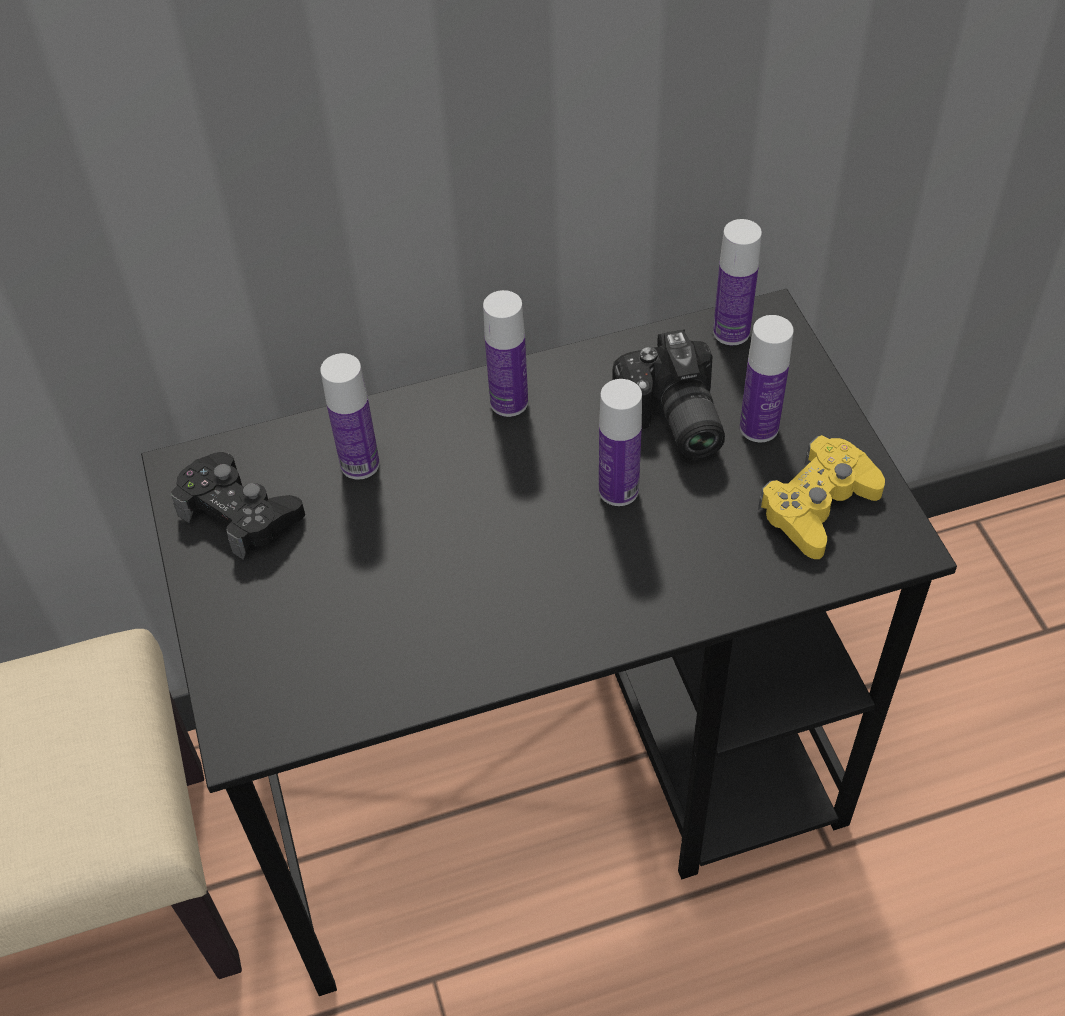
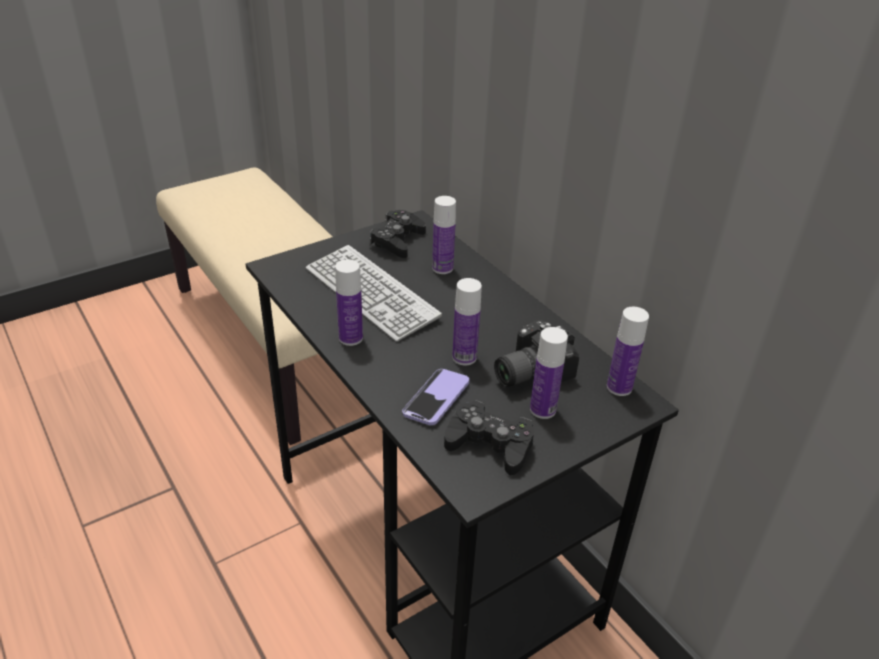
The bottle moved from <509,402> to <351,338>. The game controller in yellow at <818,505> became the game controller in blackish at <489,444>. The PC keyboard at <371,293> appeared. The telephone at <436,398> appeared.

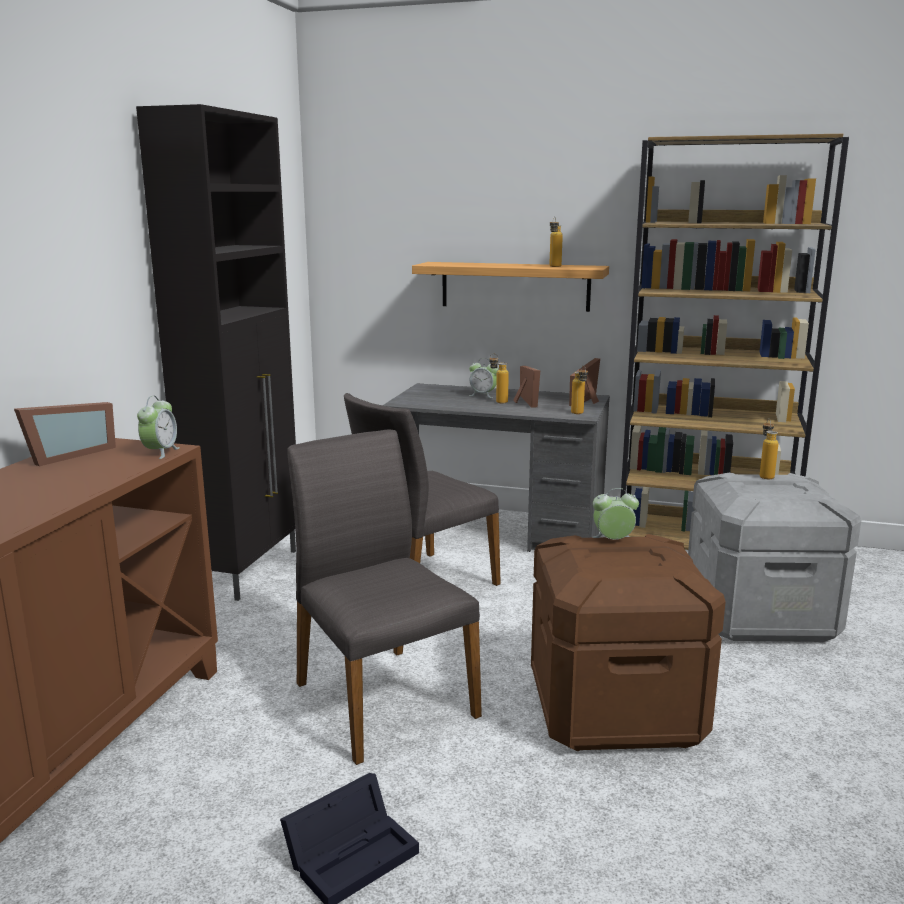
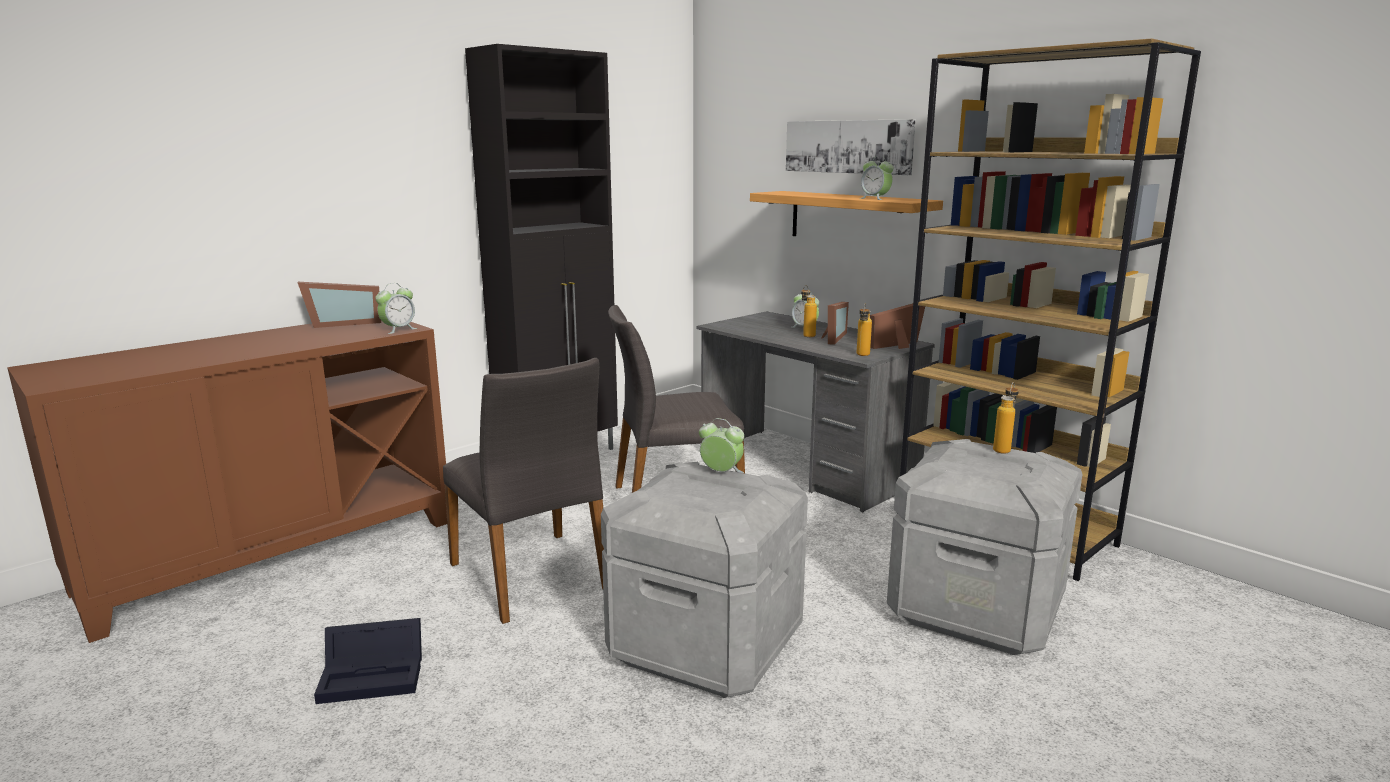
The upright chair in greyish at <381,699> turned 150 degrees clockwise. The storage bin in brown-coloured at <614,710> became the storage bin in greyish at <704,645>. The bottle at <554,267> was replaced by the alarm clock at <875,199>. The wall art at <848,146> appeared.

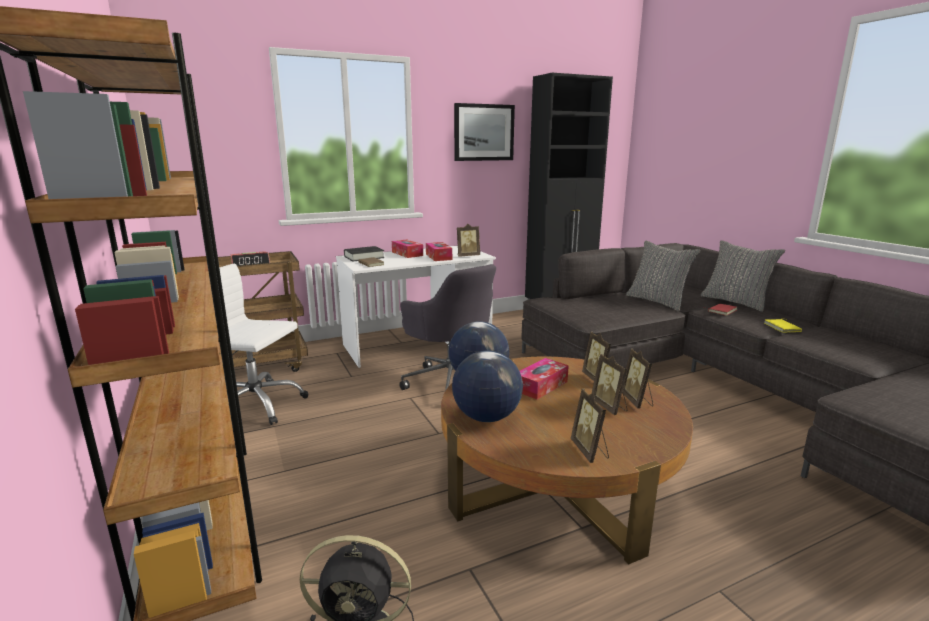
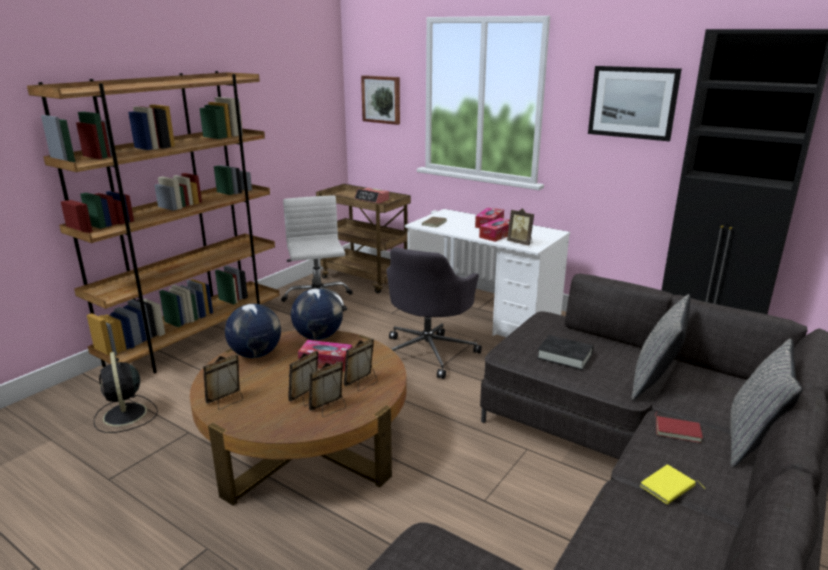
The book in blackish moved from <364,257> to <564,356>. The wall art at <381,99> appeared.

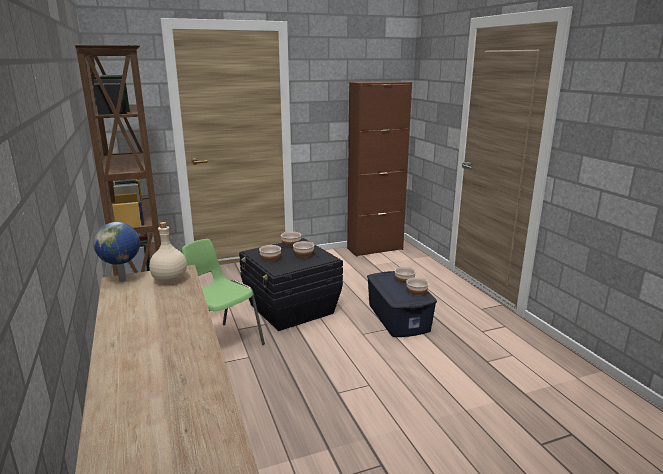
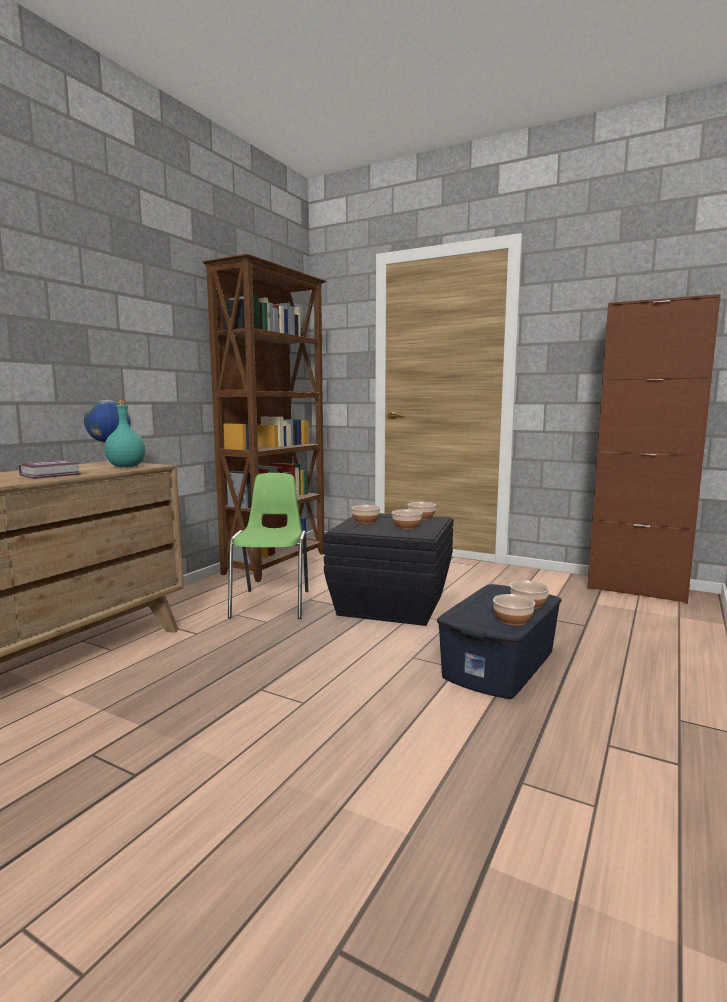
The bottle in beige-coloured at <169,280> became the bottle in turquoise at <126,466>. The book at <52,474> appeared.

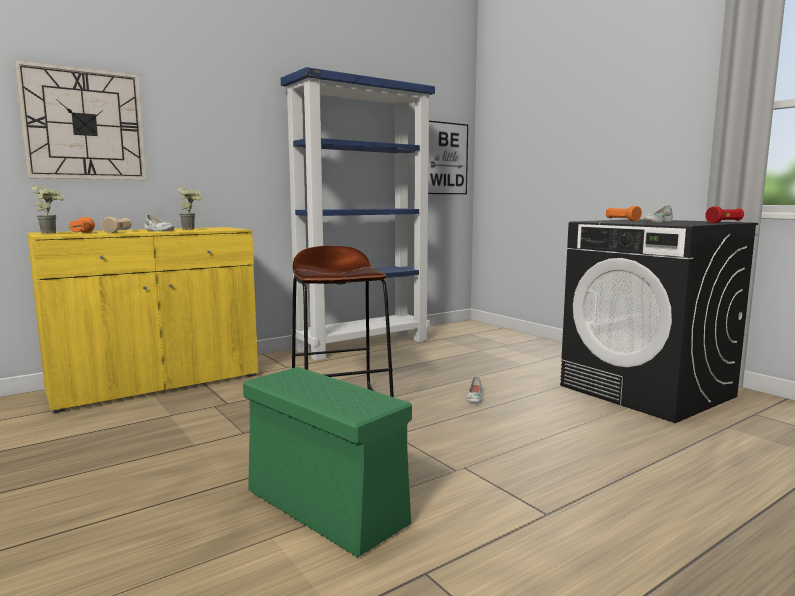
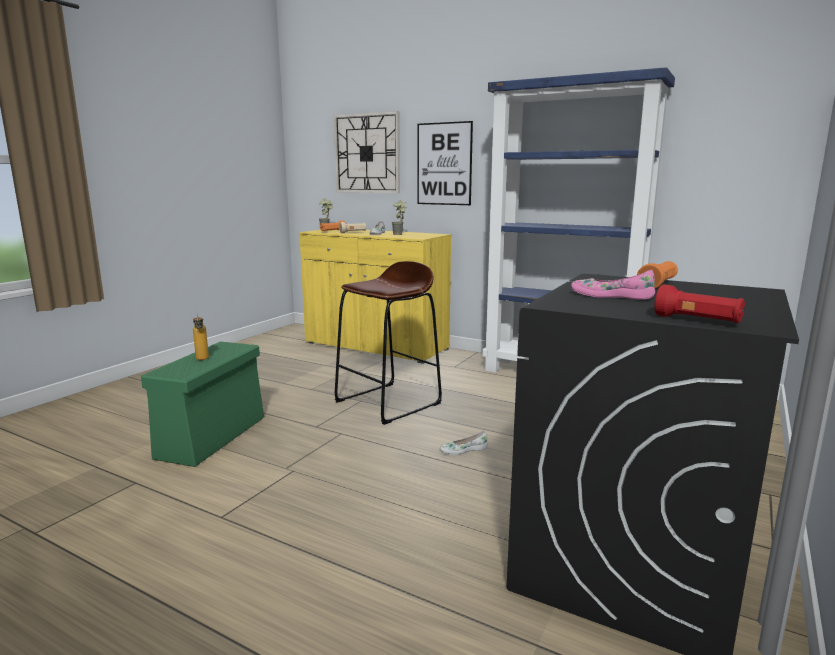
The wall art moved from <446,158> to <444,164>. The shoe in whitish at <656,222> became the shoe in pink-coloured at <611,296>. The bottle at <202,360> appeared.

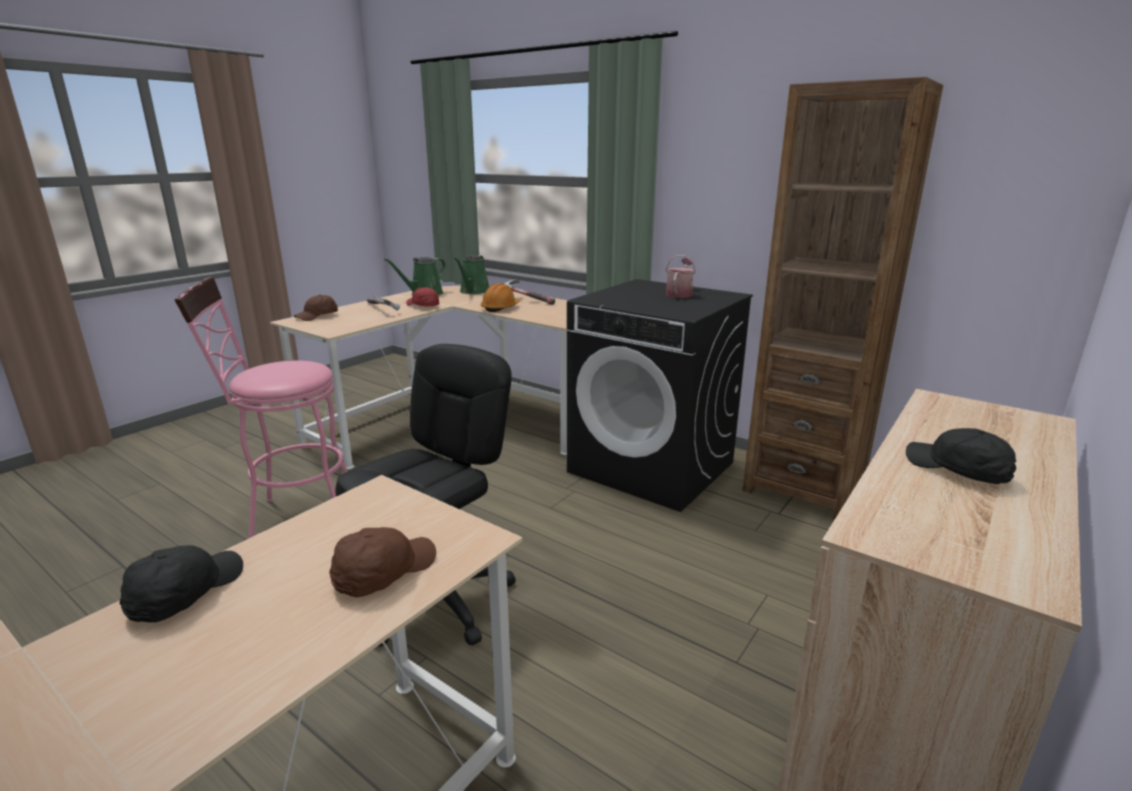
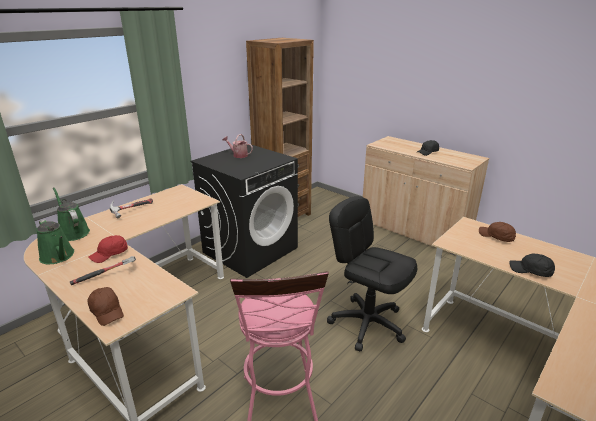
The sprinkling can in green-coloured at <473,291> turned 150 degrees counterclockwise. The hard hat in orange at <500,308> disappeared.

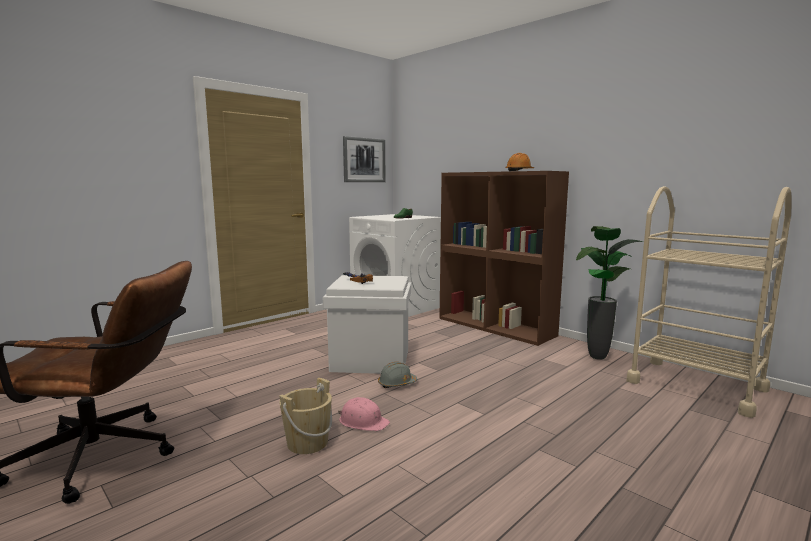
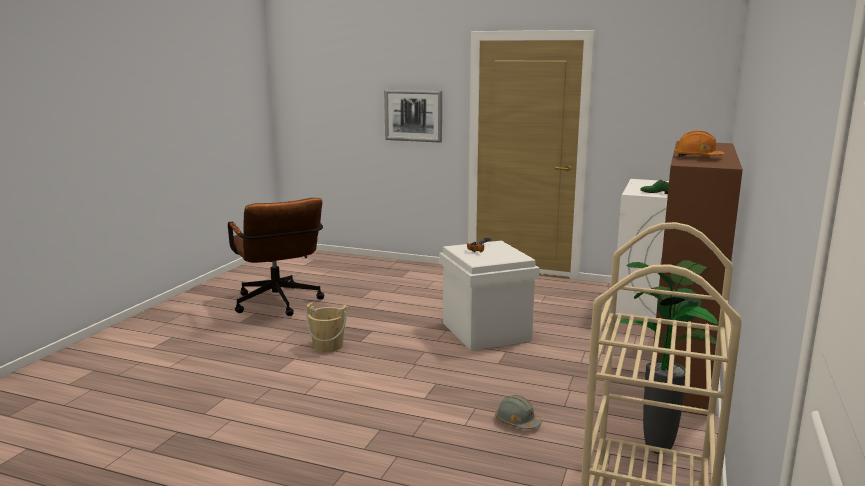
The hard hat in pink-coloured at <363,421> disappeared. The wall art moved from <364,160> to <413,115>. The hard hat in greyish moved from <397,384> to <517,422>.

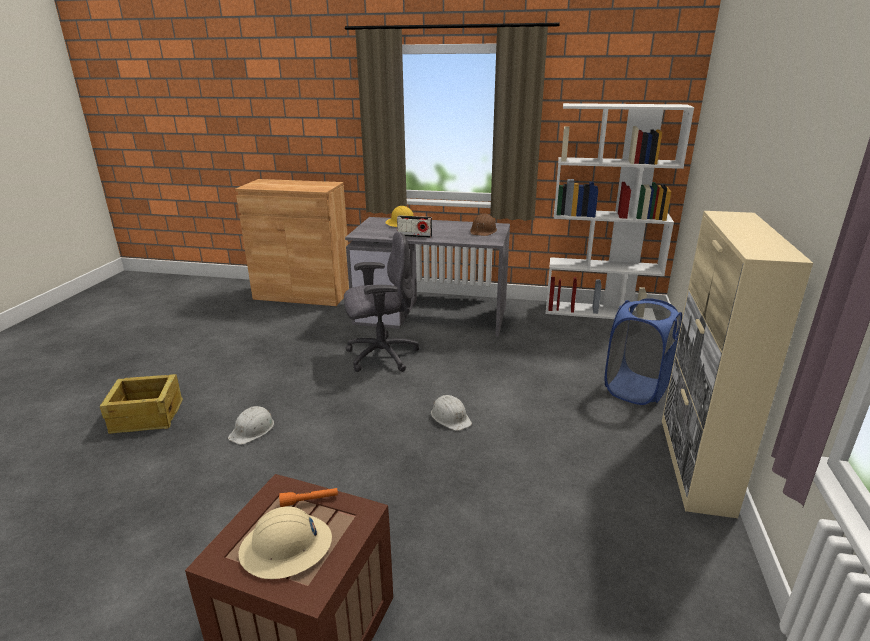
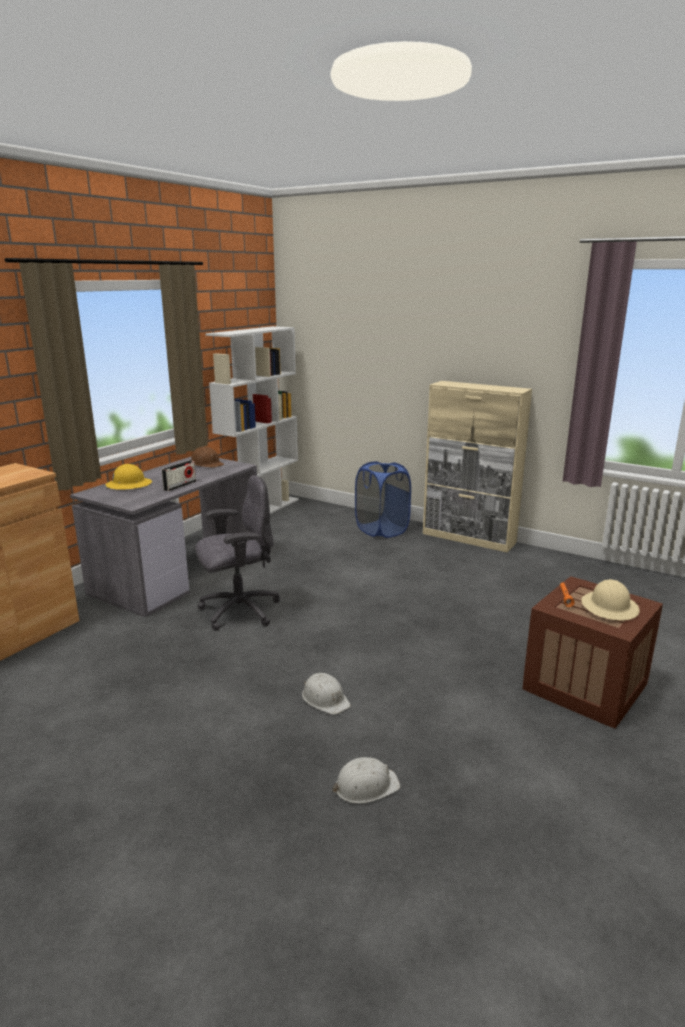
The packing crate at <146,416> disappeared. The desk chair in greyish at <380,356> turned 60 degrees clockwise. The hard hat in whitish moved from <450,417> to <365,786>.

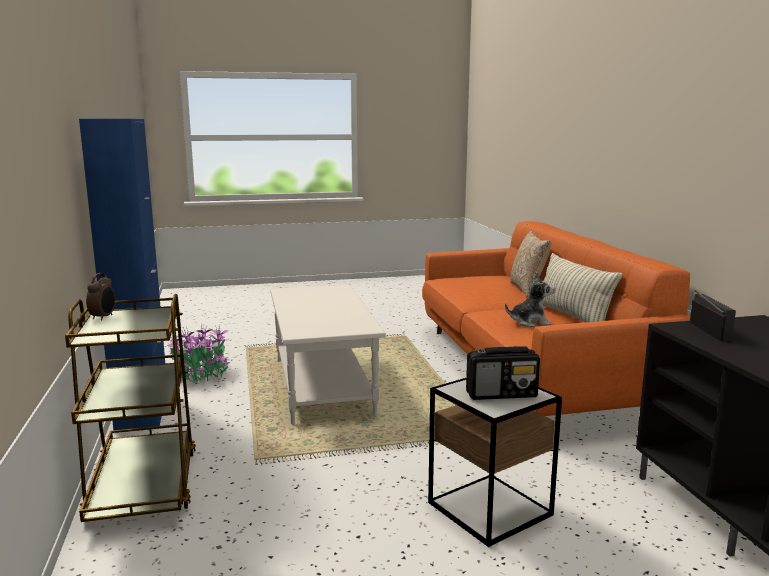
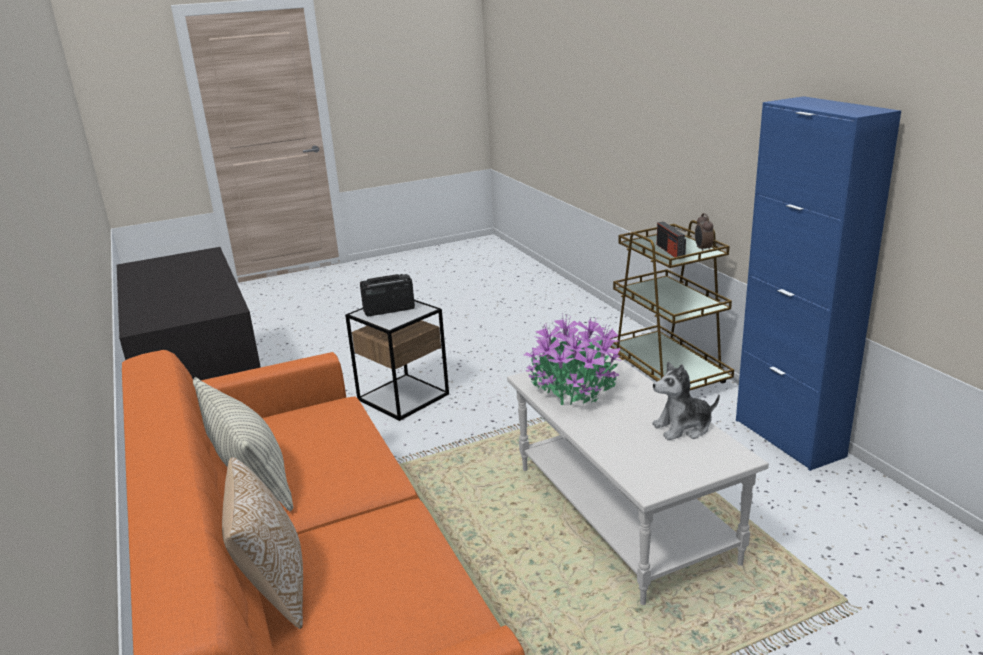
The houseplant moved from <201,374> to <573,389>. The plush toy moved from <530,322> to <683,427>. The radio receiver moved from <709,331> to <670,251>.

